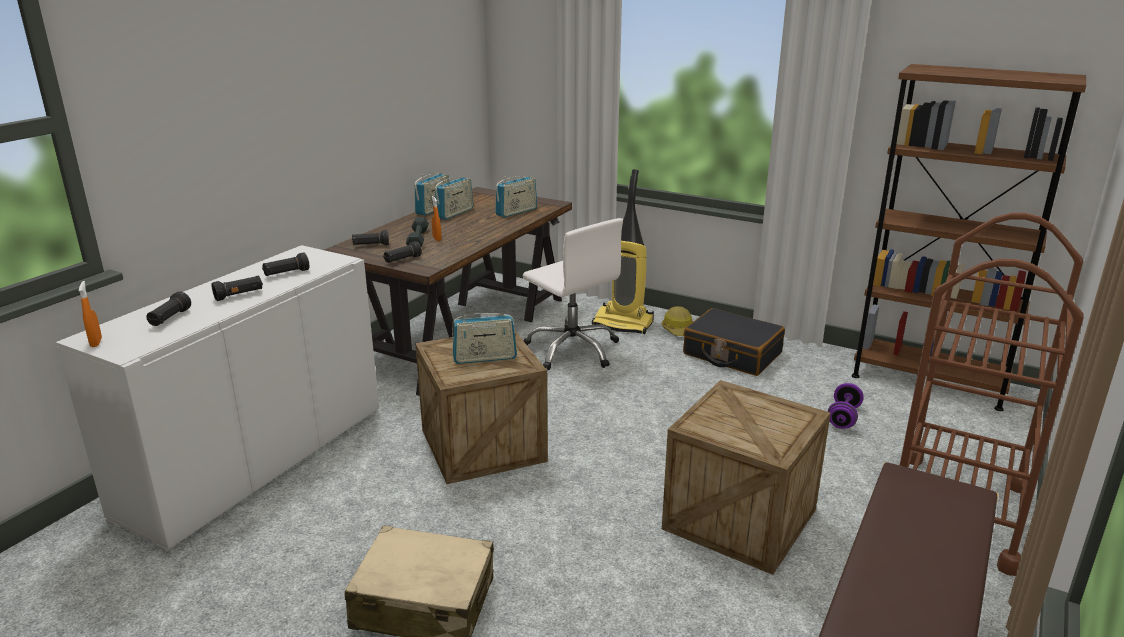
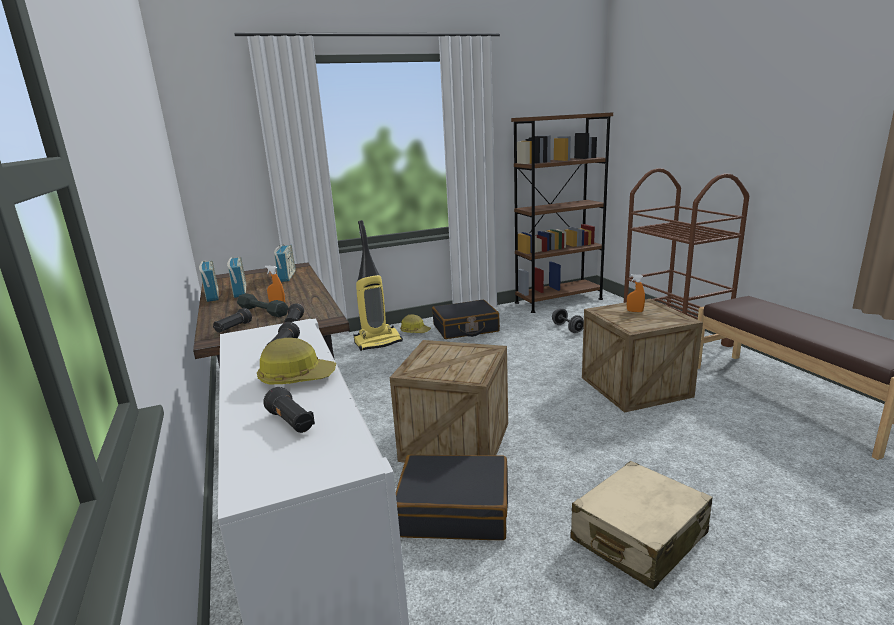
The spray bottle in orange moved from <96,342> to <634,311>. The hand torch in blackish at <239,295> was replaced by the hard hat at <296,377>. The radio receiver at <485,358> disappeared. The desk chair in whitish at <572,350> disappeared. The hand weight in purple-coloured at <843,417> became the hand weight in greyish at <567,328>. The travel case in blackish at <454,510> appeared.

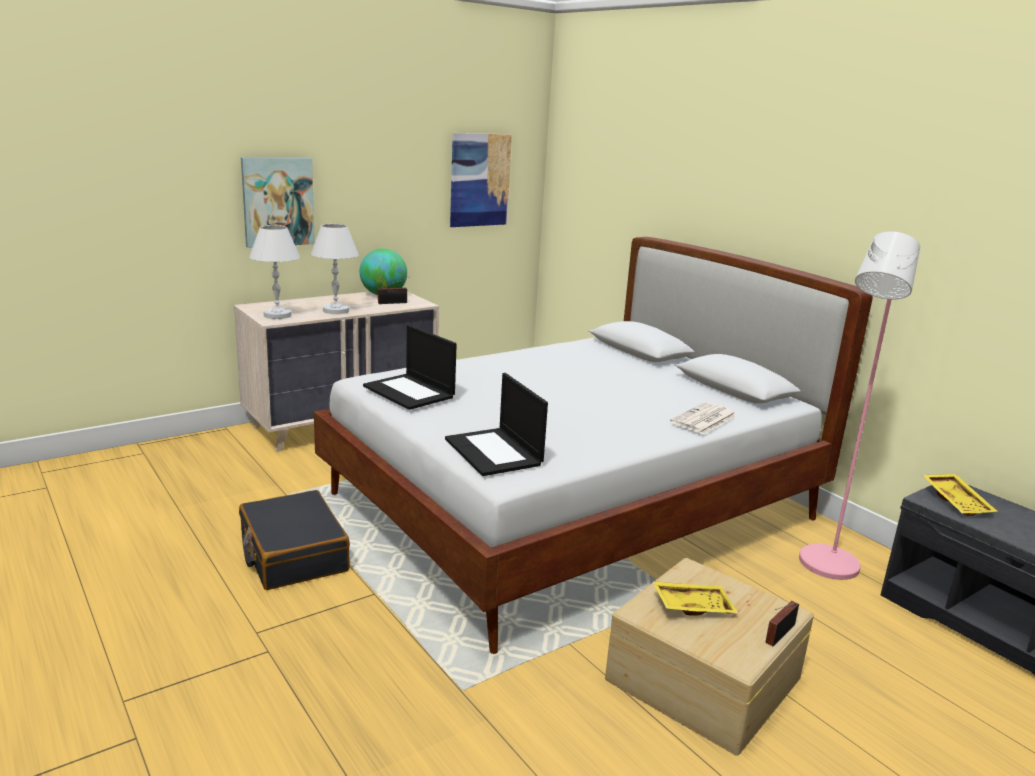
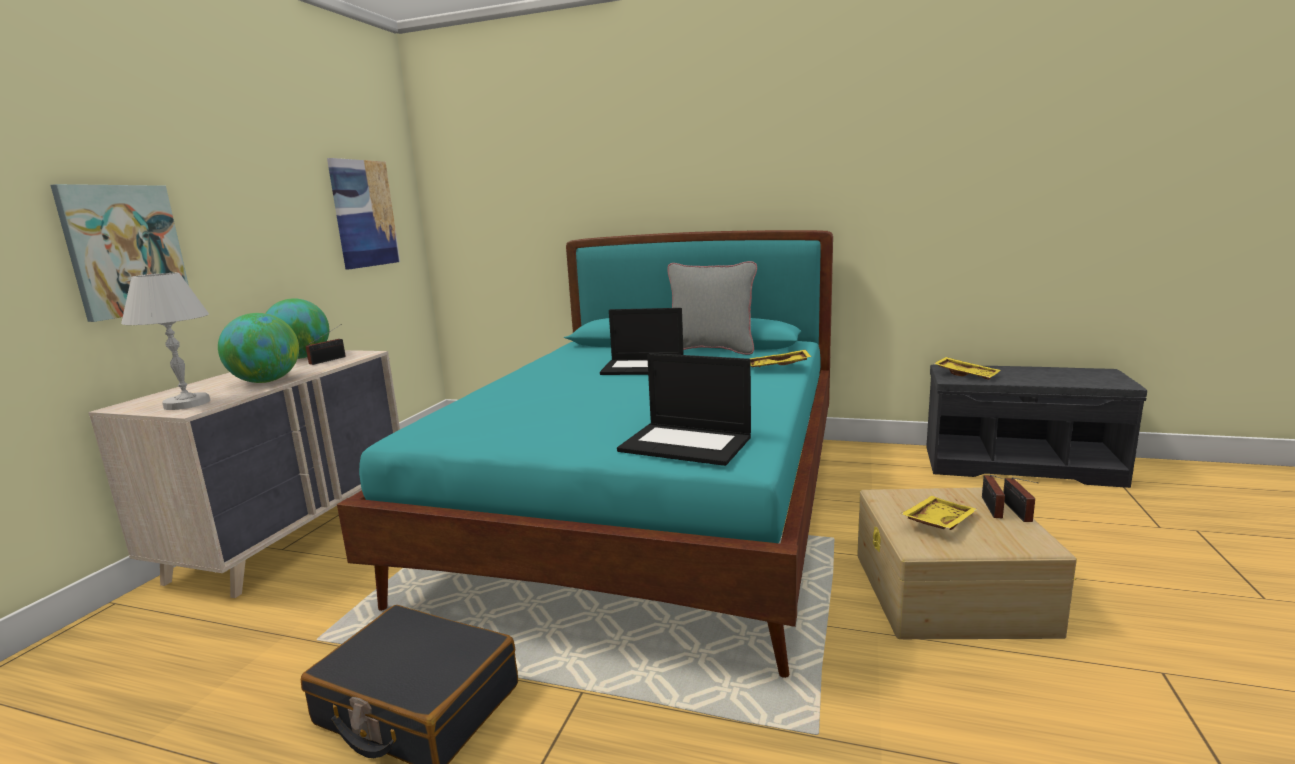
The tabletop lamp in whitish at <335,310> was replaced by the desk globe at <266,381>. The sleeping bed in whitish at <573,508> became the sleeping bed in turquoise at <651,510>. The notebook computer moved from <410,392> to <644,367>. The daily paper at <703,420> was replaced by the tray in yellow at <778,367>. The standard lamp in pink-coloured at <826,568> disappeared. The cushion in greyish at <710,350> appeared. The radio receiver at <991,508> appeared.

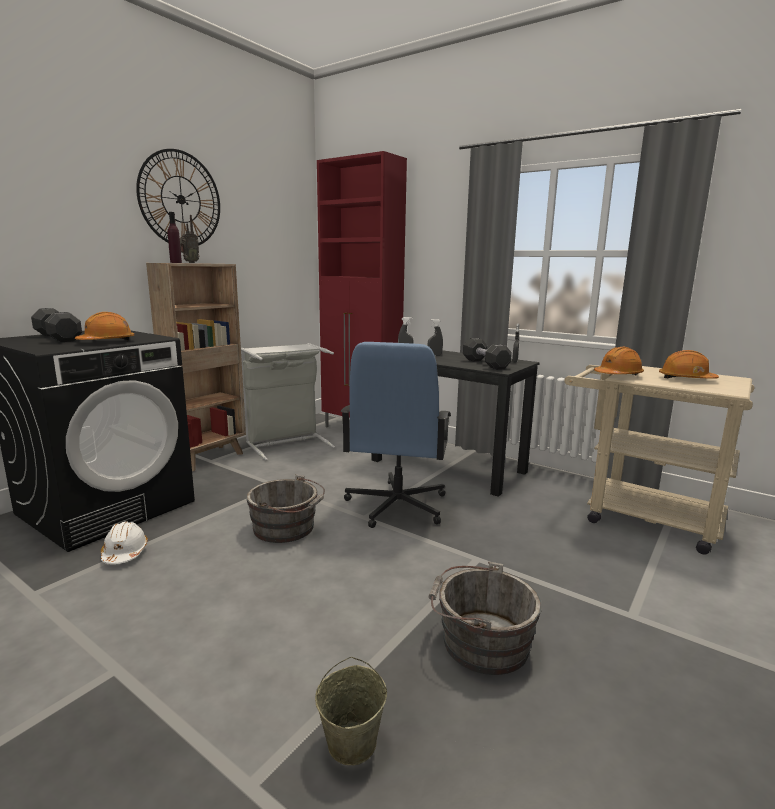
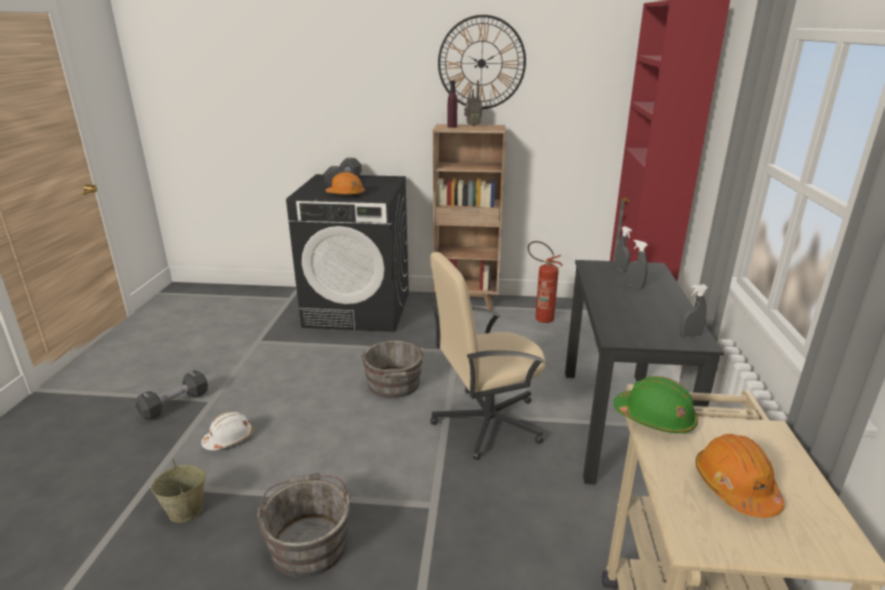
The hard hat in whitish moved from <125,553> to <229,439>. The washing basket in greyish at <287,443> was replaced by the fire extinguisher at <539,318>. The desk chair in blue-coloured at <396,506> became the desk chair in beige-coloured at <486,422>. The hand weight in blackish moved from <485,364> to <175,404>. The hard hat in orange at <618,375> became the hard hat in green-coloured at <654,418>.

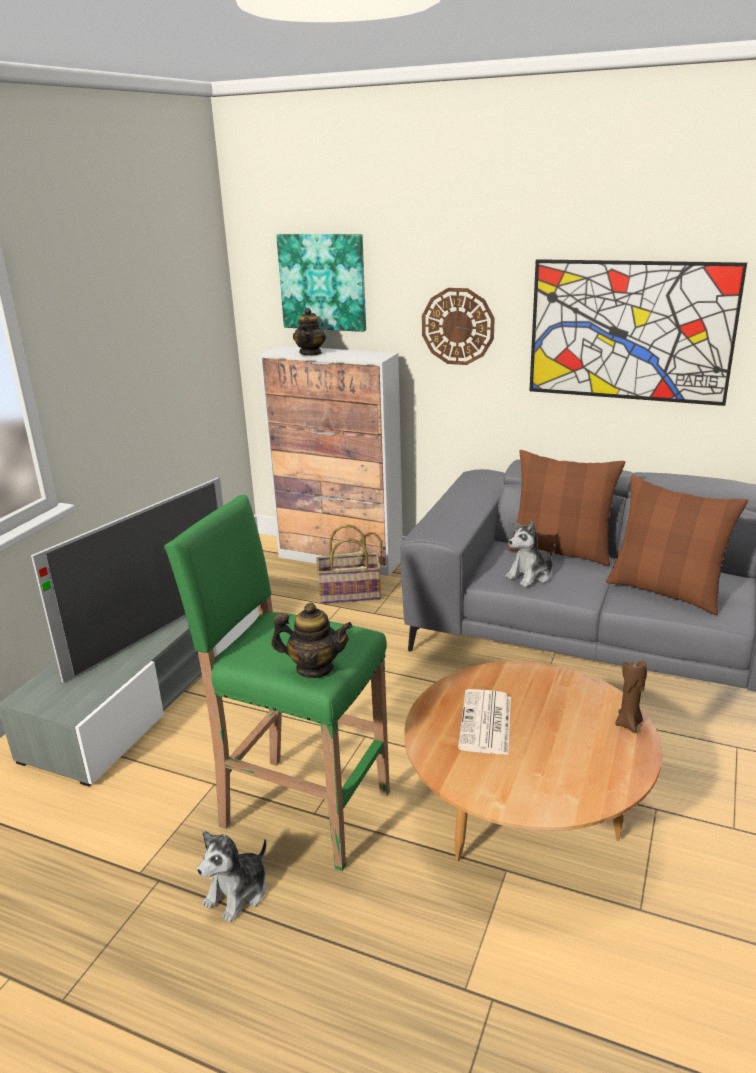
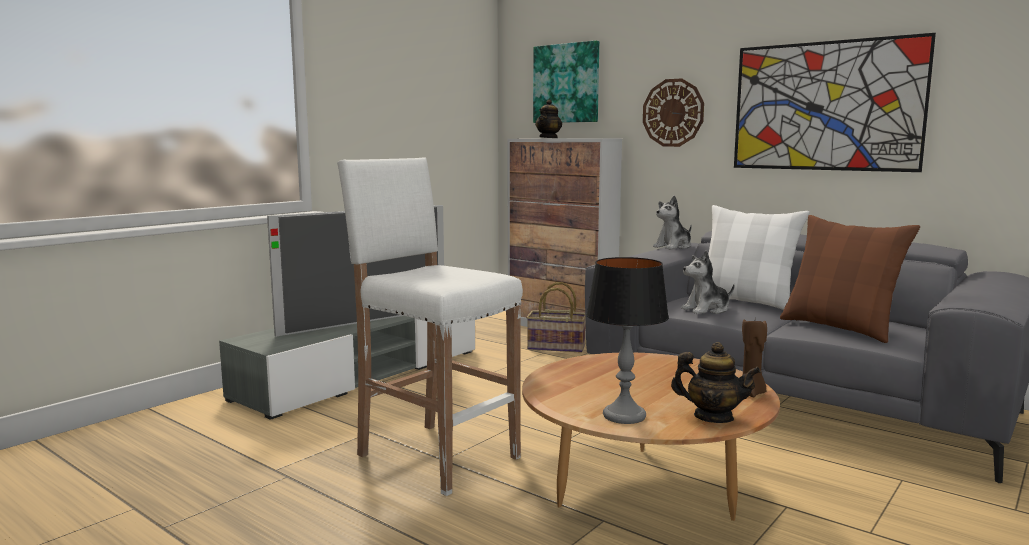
The stool seat in green-coloured at <302,808> became the stool seat in whitish at <435,455>. The plush toy moved from <238,893> to <673,247>. The pot for tea moved from <314,668> to <713,417>. The daily paper at <486,723> disappeared. The cushion in brown-coloured at <560,551> became the cushion in whitish at <746,302>. The tabletop lamp at <624,415> appeared.

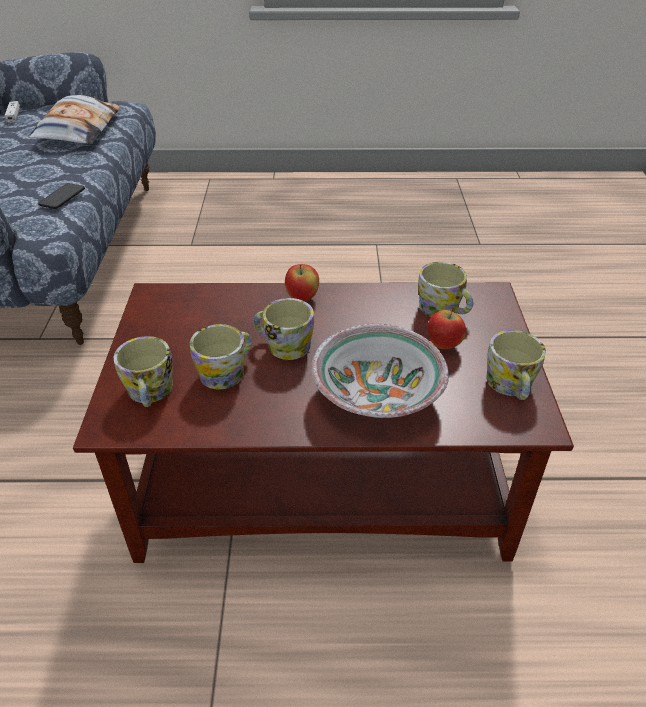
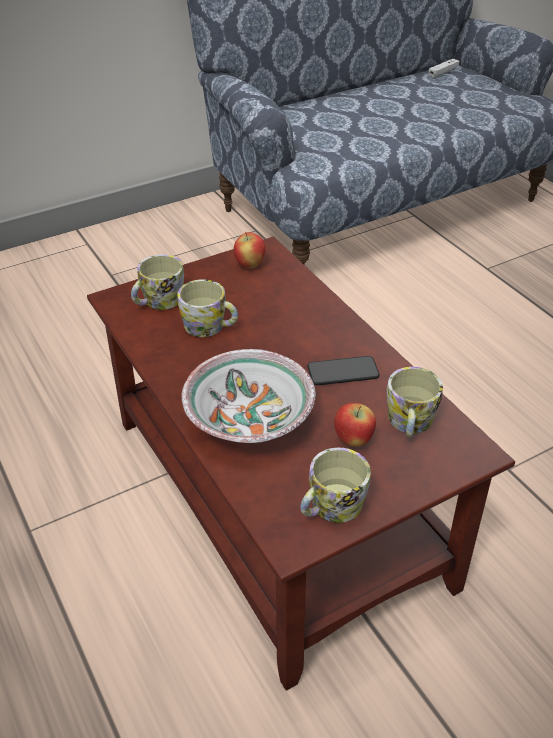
The cushion at <78,129> disappeared. The telephone moved from <62,197> to <343,372>. The mug at <283,345> disappeared. The whole apple moved from <302,297> to <250,265>.

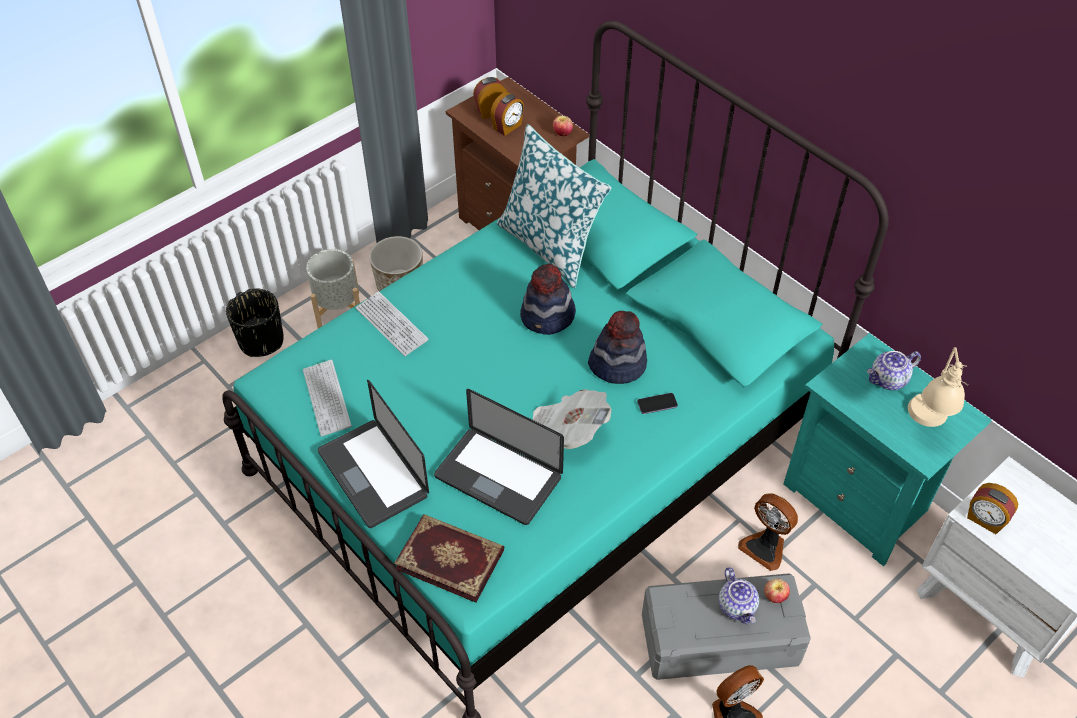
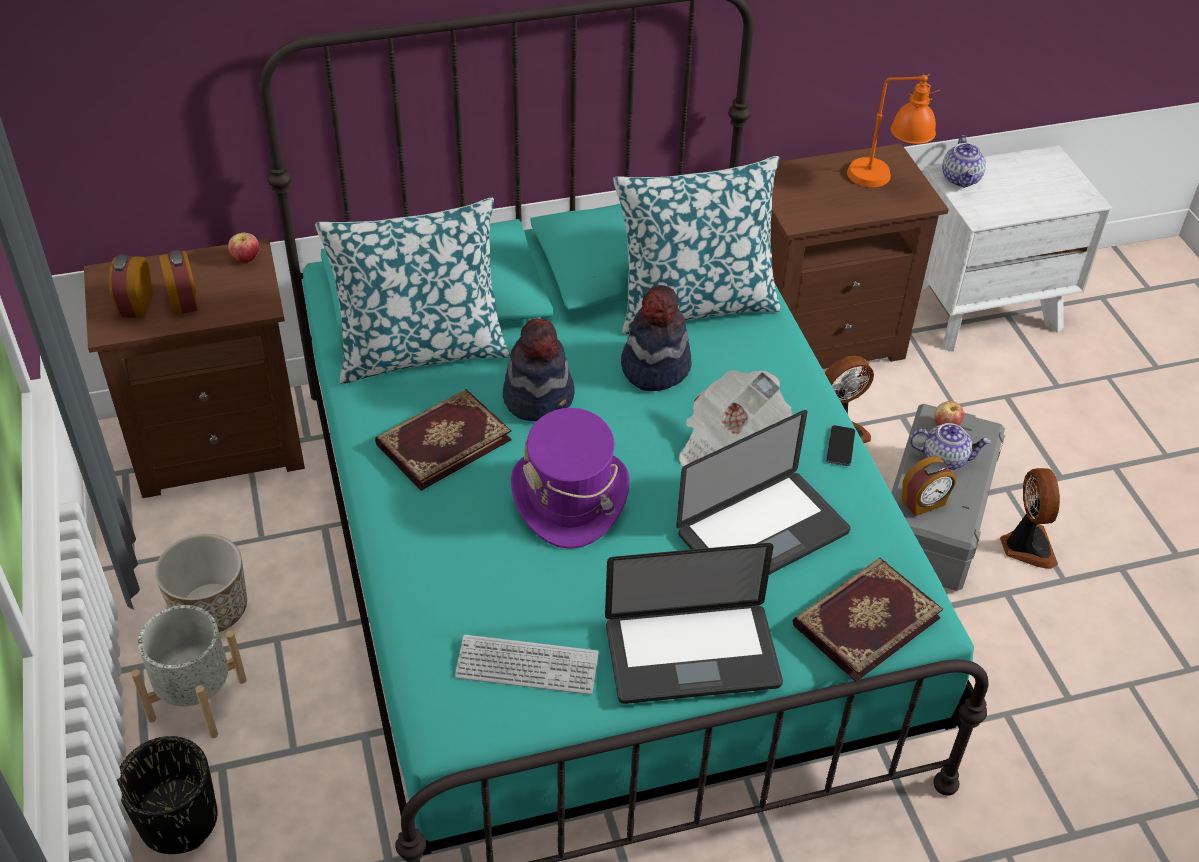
The PC keyboard at <391,325> disappeared. The telephone moved from <657,404> to <840,447>. The night table in turquoise at <860,500> became the night table in brown-coloured at <820,338>. The pot for tea moved from <888,380> to <961,179>. The tabletop lamp in beige-coloured at <927,424> became the tabletop lamp in orange at <885,182>. The alarm clock moved from <985,520> to <924,503>. The book at <442,441> appeared. The hat in purple-coloured at <570,497> appeared. The cushion at <694,304> appeared.

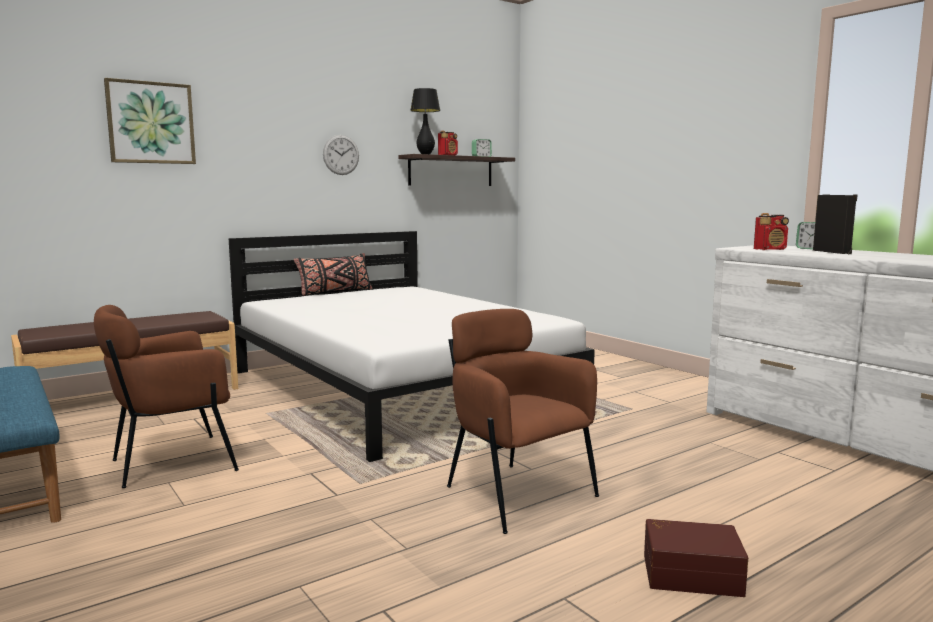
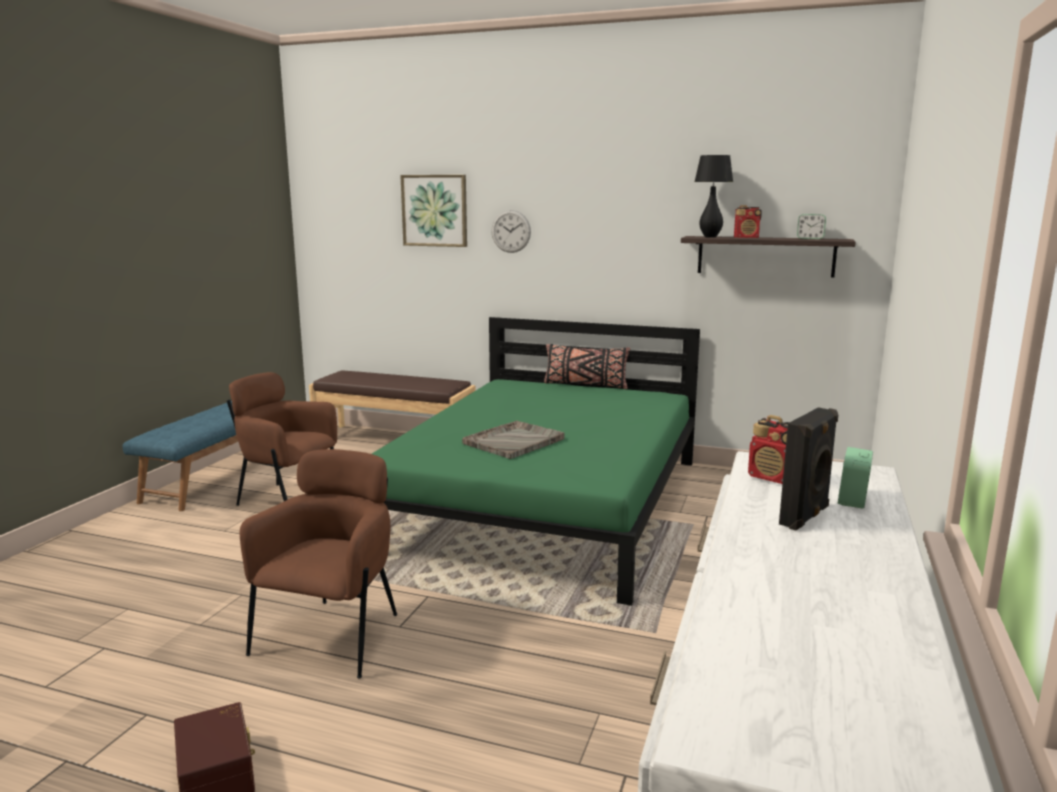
The sleeping bed in whitish at <400,387> became the sleeping bed in green-coloured at <546,503>. The wall clock moved from <341,155> to <511,231>. The tray in greyish at <514,441> appeared.

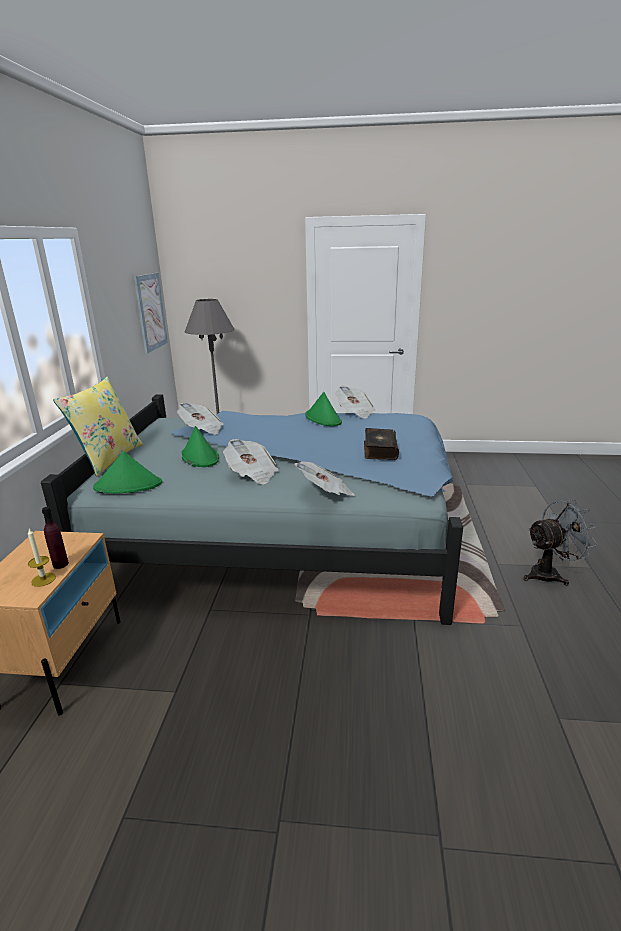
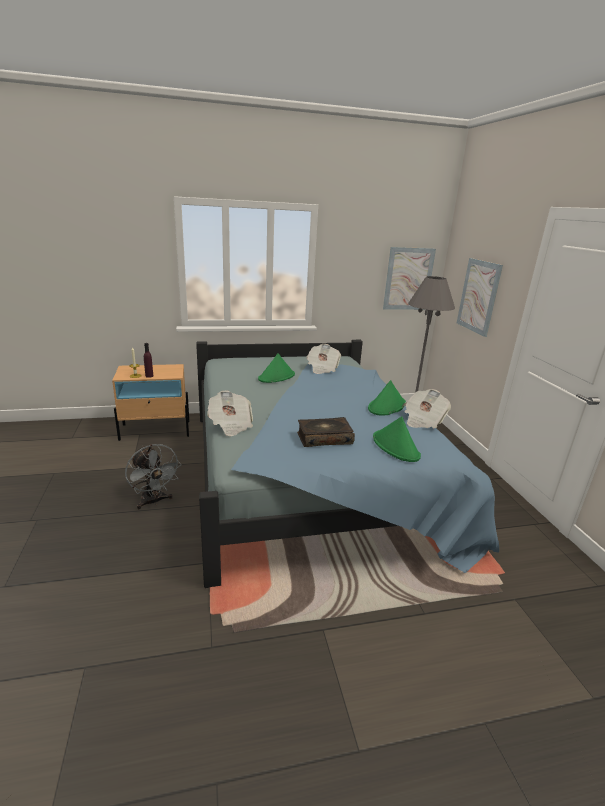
The cushion in yellow at <109,458> disappeared. The hat in green-coloured moved from <128,485> to <396,447>. The daily paper at <252,474> disappeared. The cooling fan in greyish moved from <550,574> to <154,501>. The wall art at <478,296> appeared.

